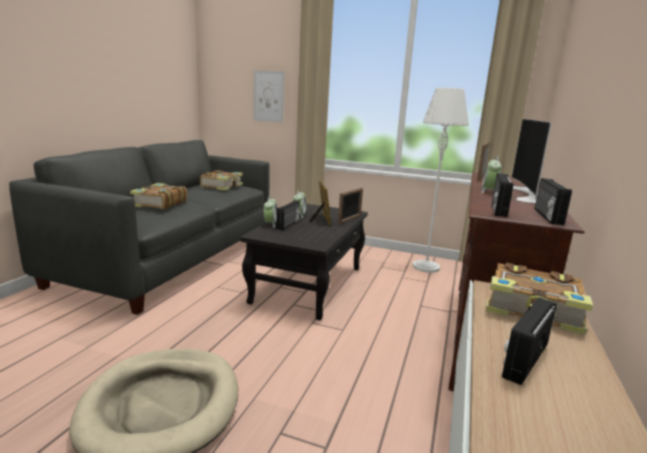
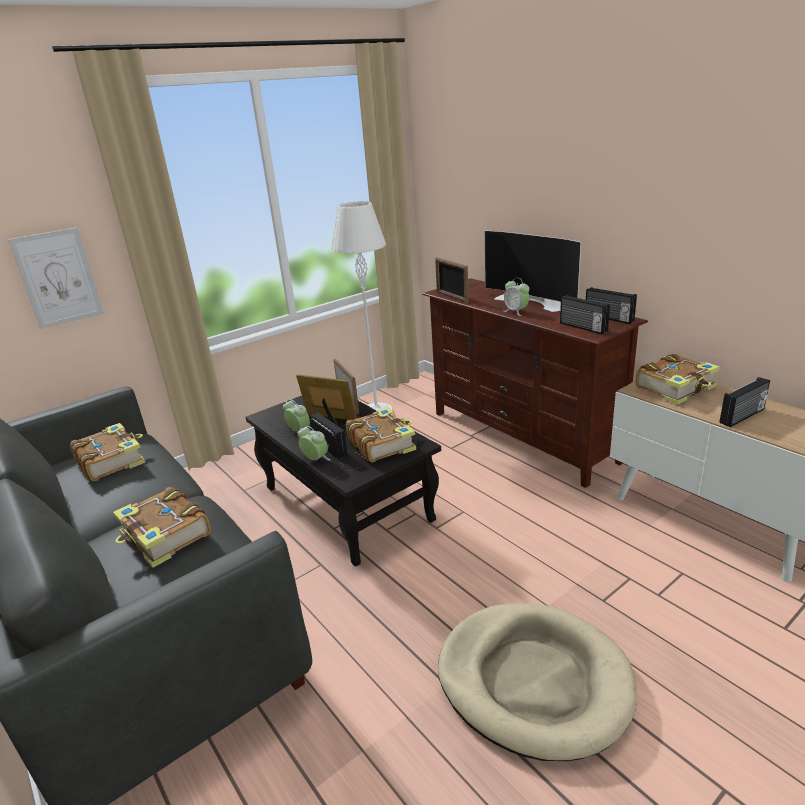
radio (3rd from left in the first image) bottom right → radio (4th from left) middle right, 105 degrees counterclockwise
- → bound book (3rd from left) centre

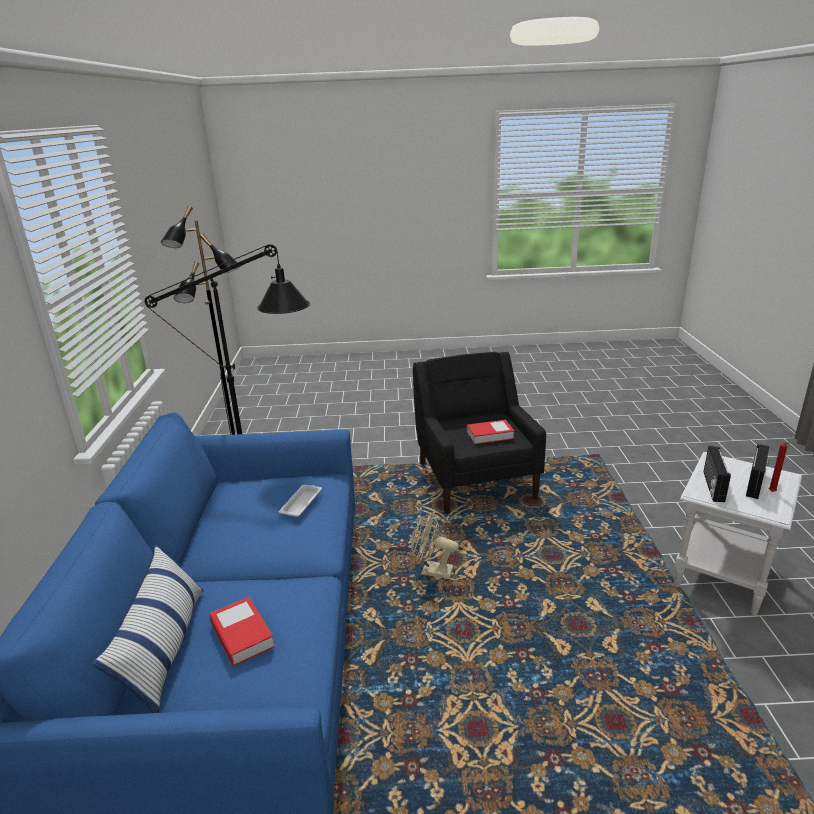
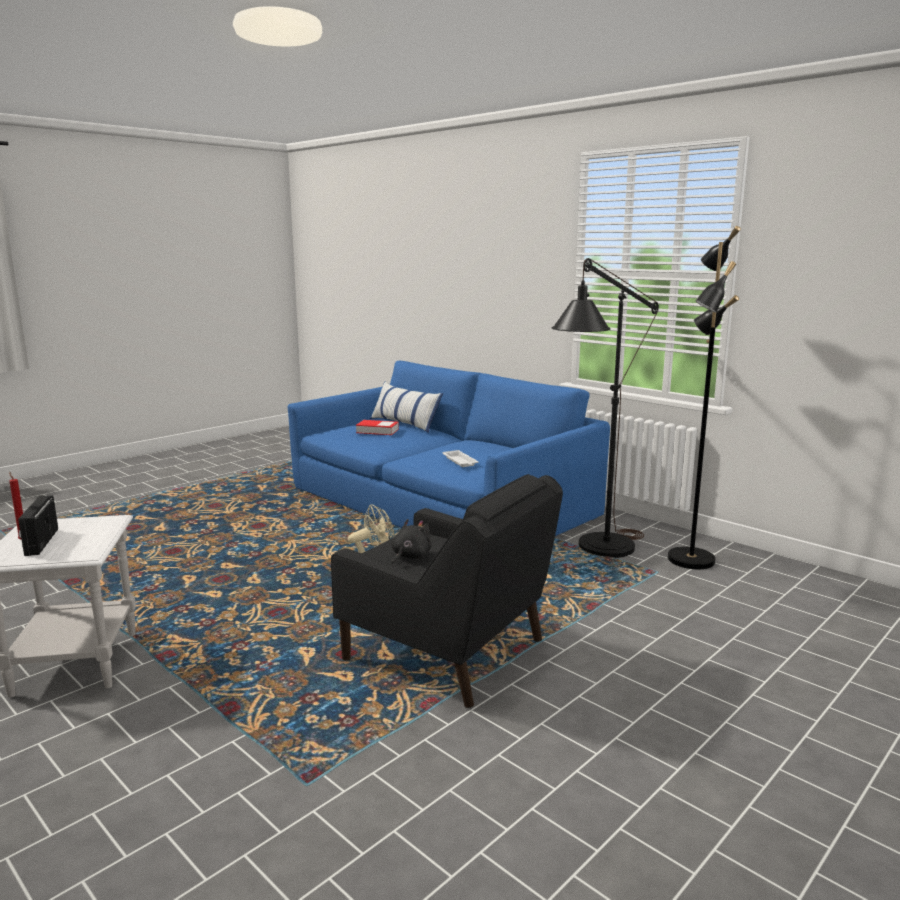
bound book (2nd from left) centre → black-coloured plush toy centre
radio (1st from left) middle right → -

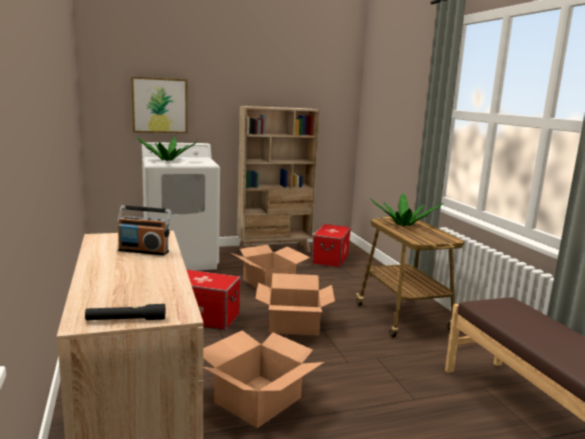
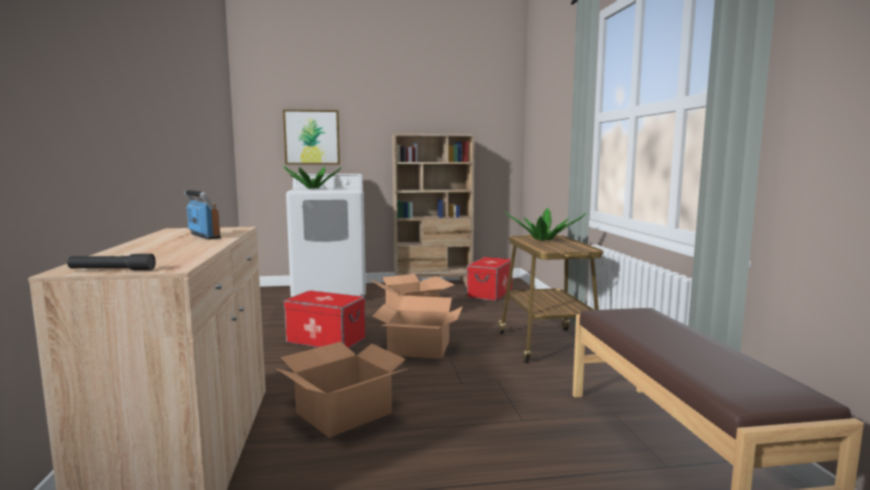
radio middle left, 150 degrees counterclockwise

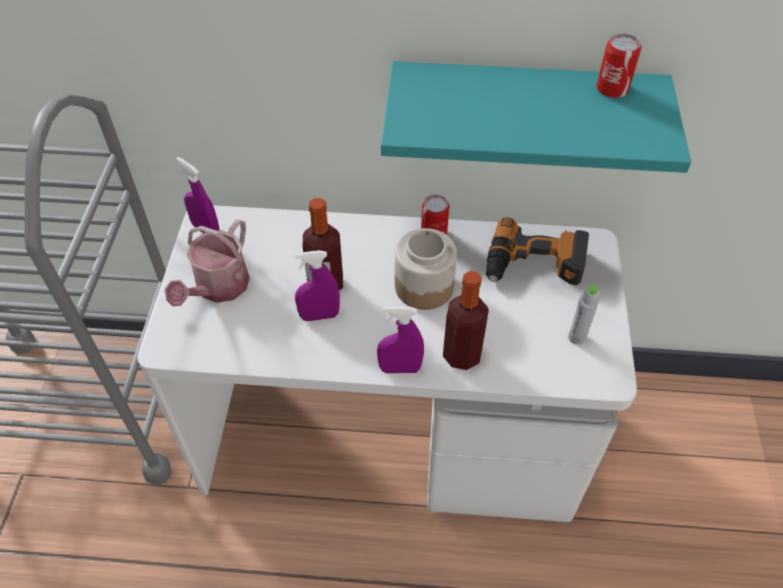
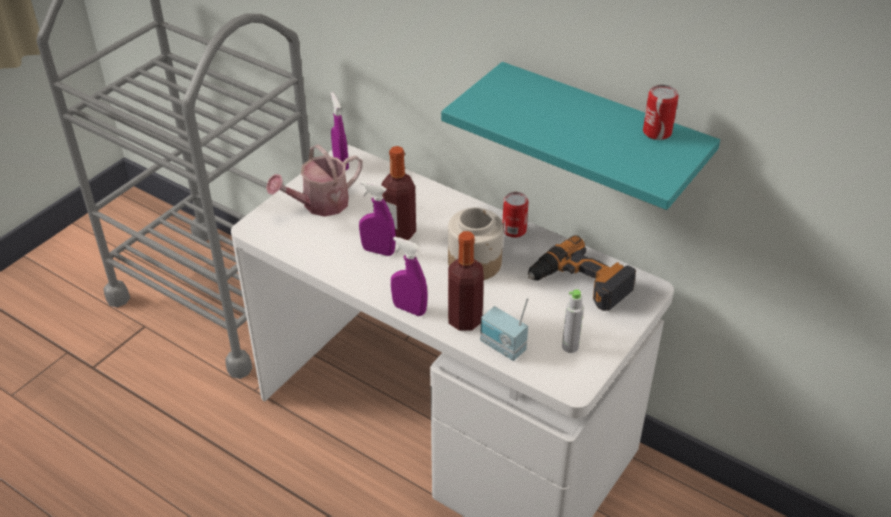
- → radio centre

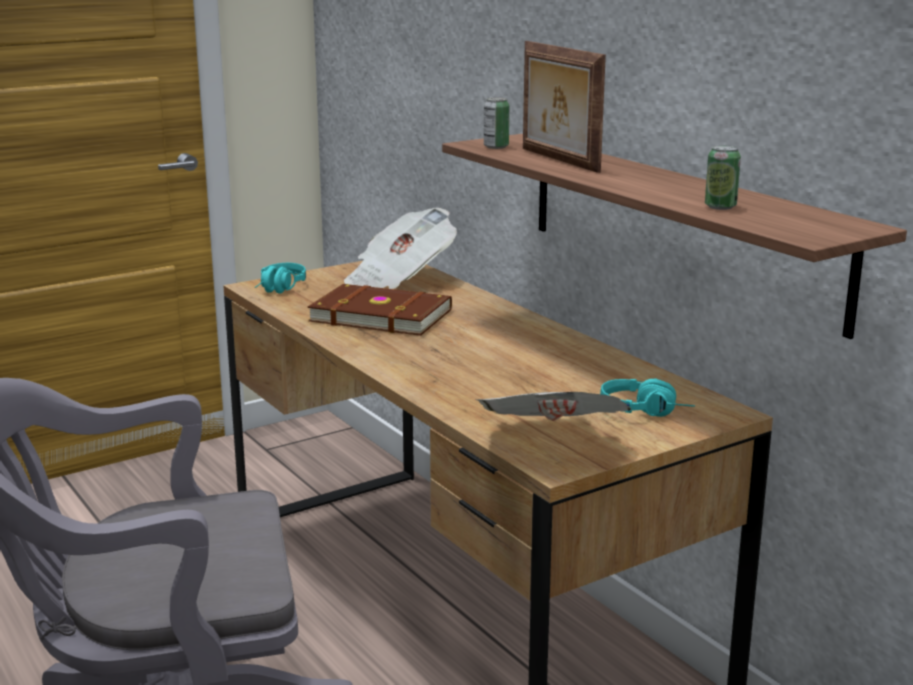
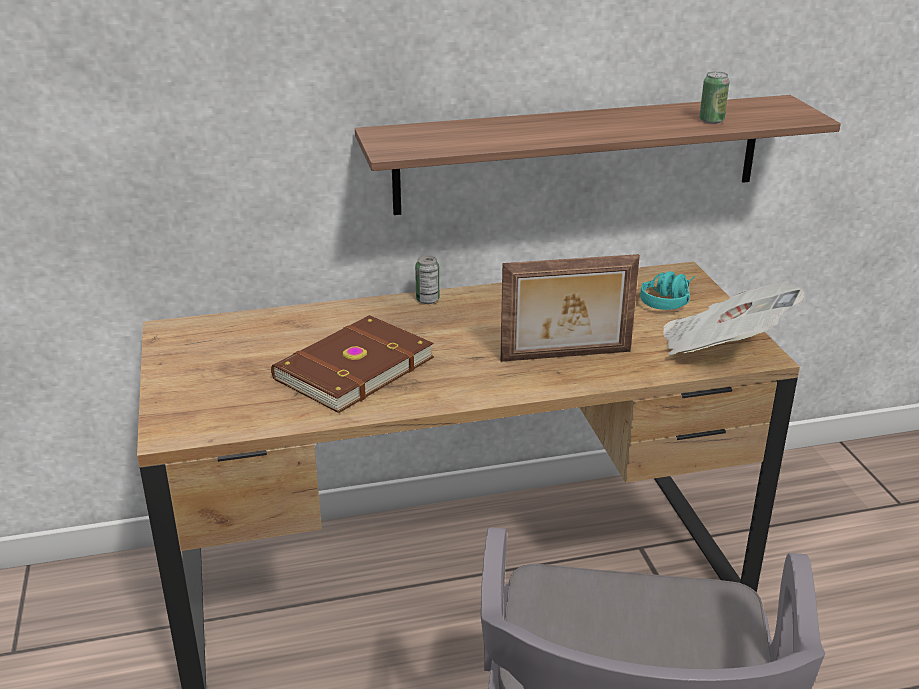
picture frame top centre → picture frame centre, move
metal can (1st from left) top centre → metal can (1st from left) centre, move
daily paper (1st from left) centre → -
turquoise headphones (1st from left) middle left → -

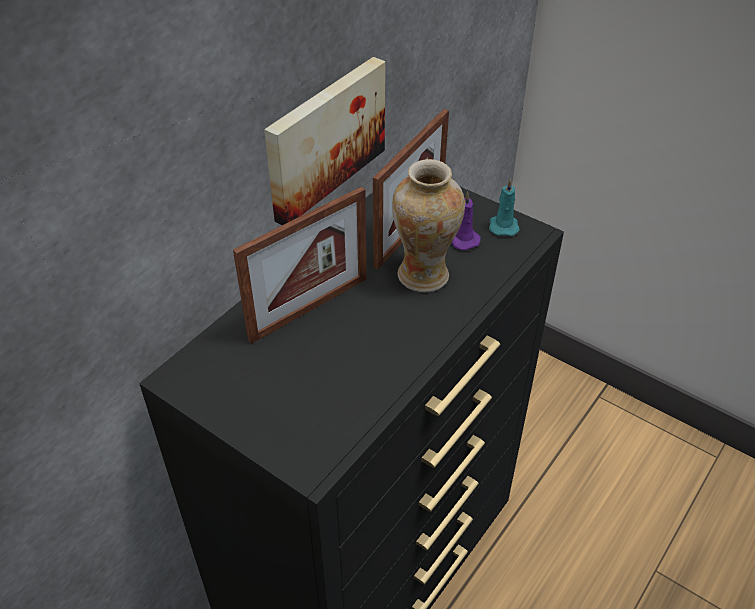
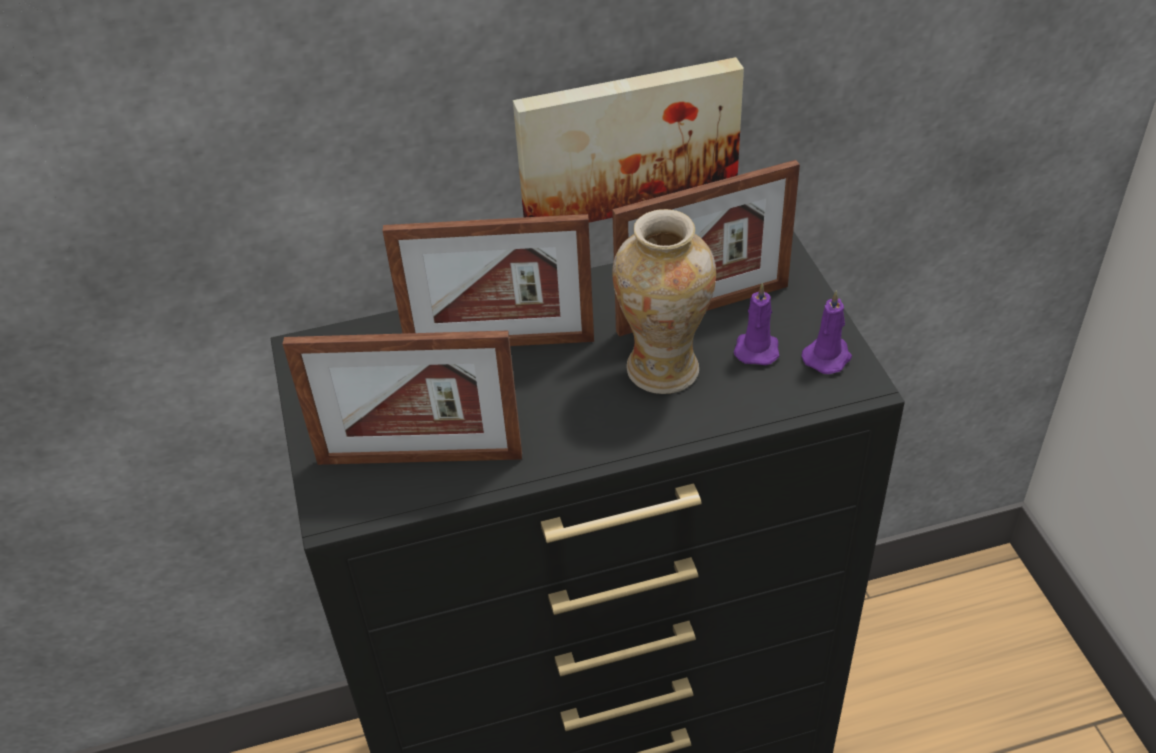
turquoise wax candle middle right → purplish wax candle (2nd from left) middle right
- → picture frame (1st from left) centre

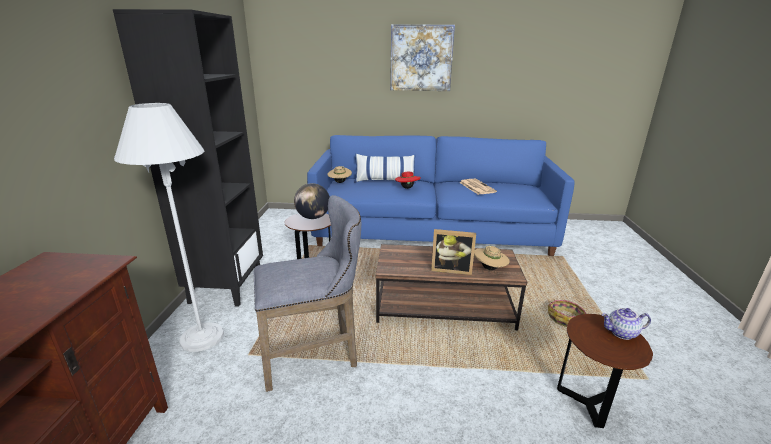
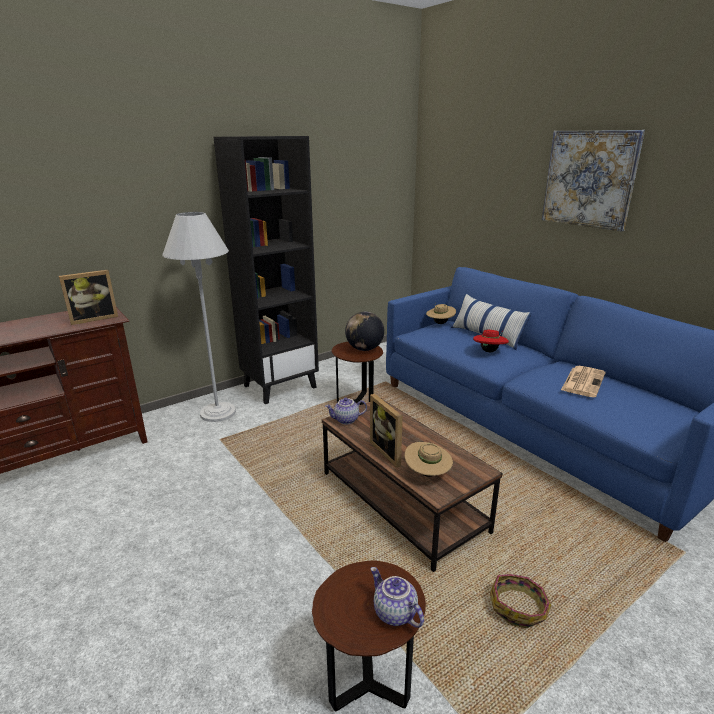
greyish stool centre → -
- → picture frame (1st from left) middle left
- → tea pot (1st from left) centre

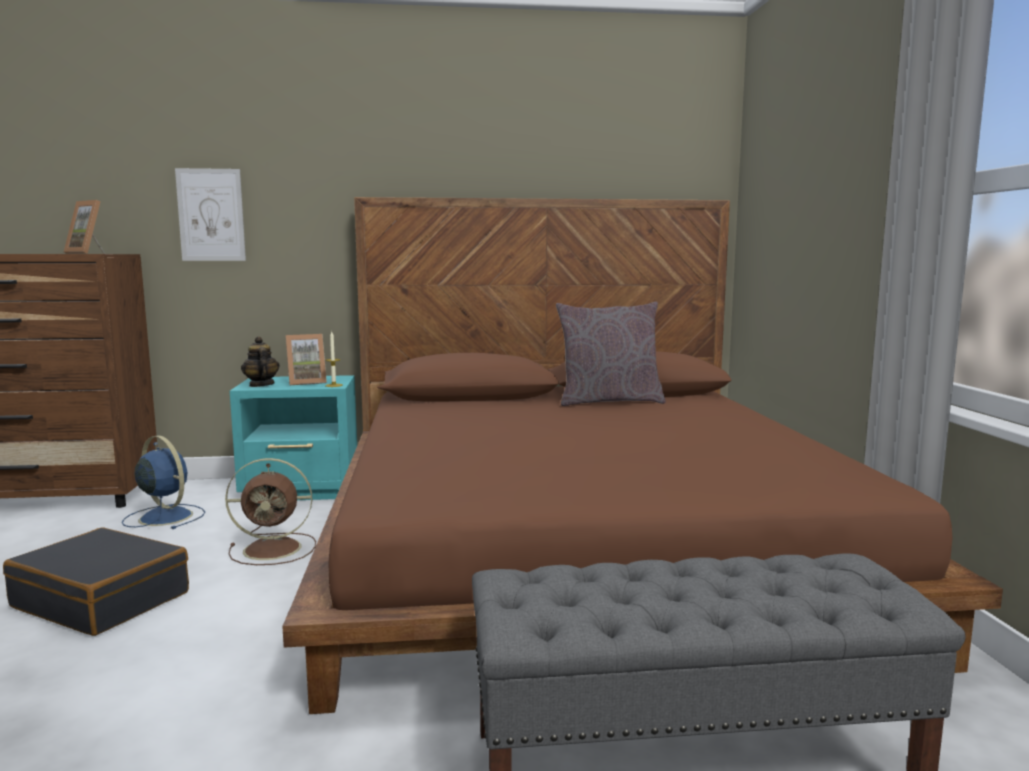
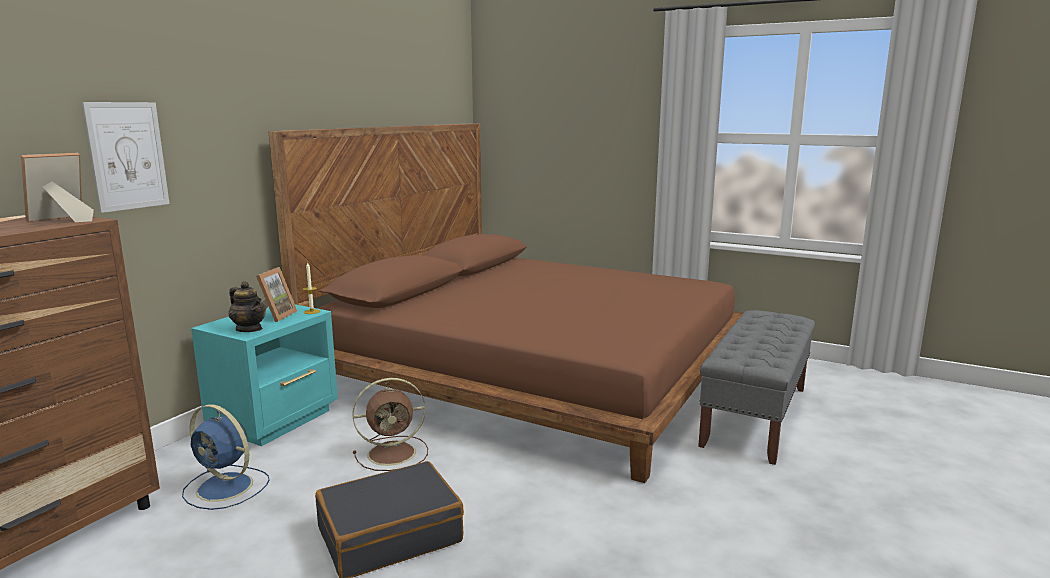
picture frame (1st from left) top left, 150 degrees clockwise
greyish pillow centre → -
tea pot middle left, 150 degrees counterclockwise
bluish cooling fan middle left → bluish cooling fan bottom left, 135 degrees counterclockwise
brown-coloured cooling fan middle left → brown-coloured cooling fan bottom centre, 45 degrees clockwise

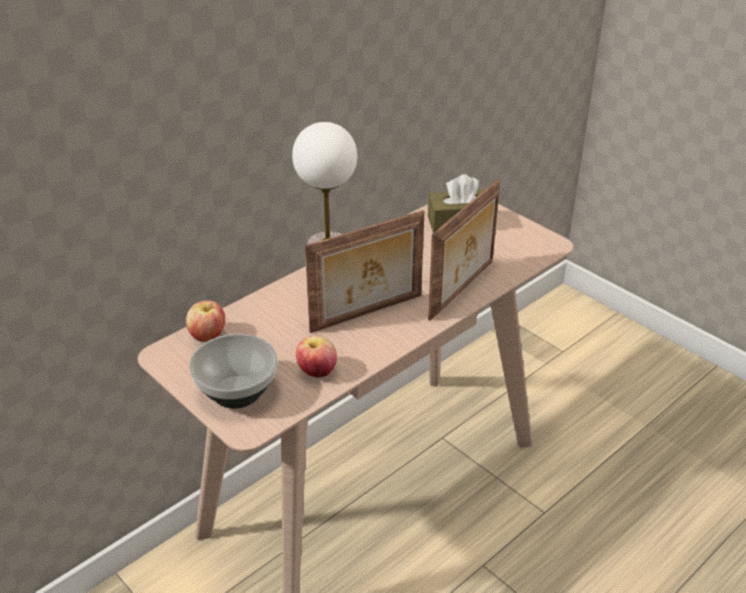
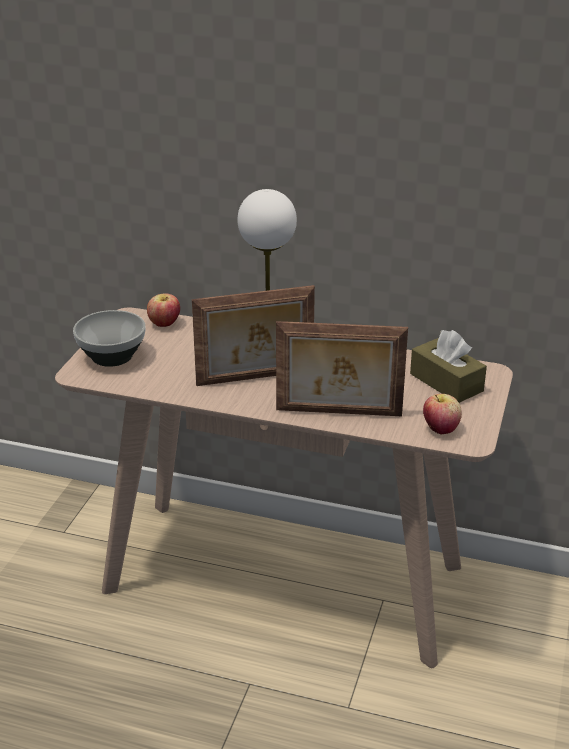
picture frame (1st from left) centre, 45 degrees counterclockwise
apple fruit (2nd from left) centre → apple fruit (2nd from left) middle right, move

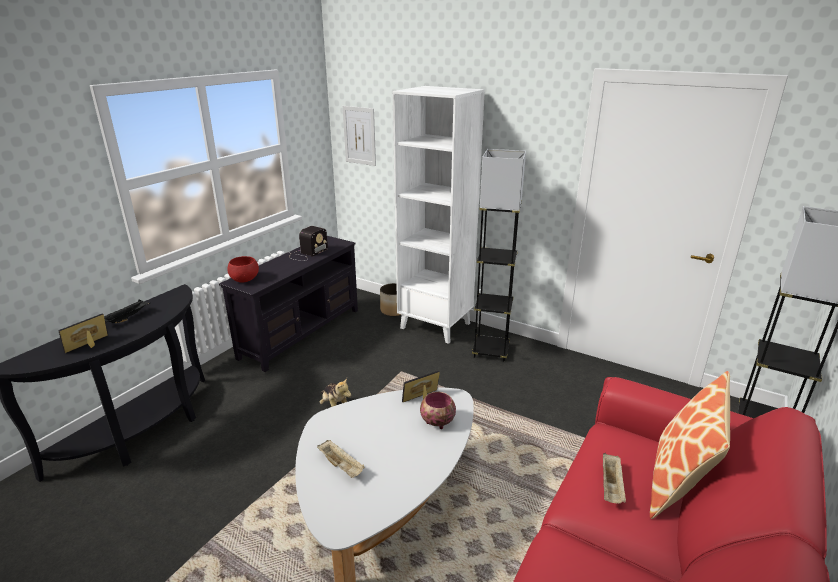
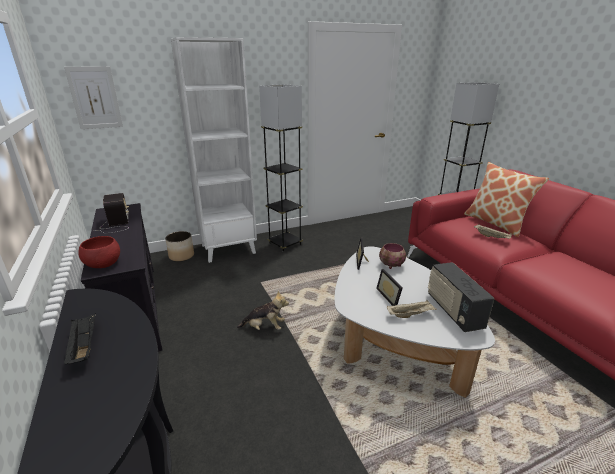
picture frame (1st from left in the first image) middle left → picture frame (2nd from left) centre, move
- → radio (2nd from left) middle right

